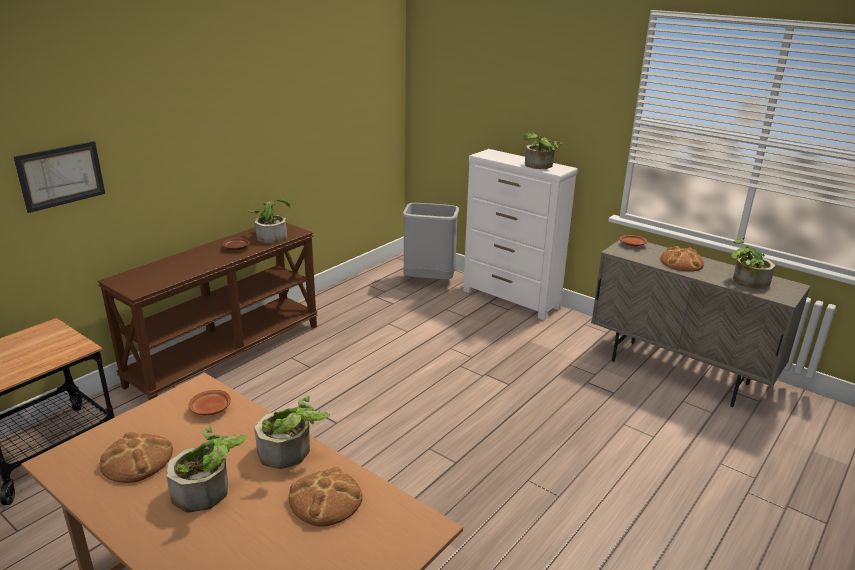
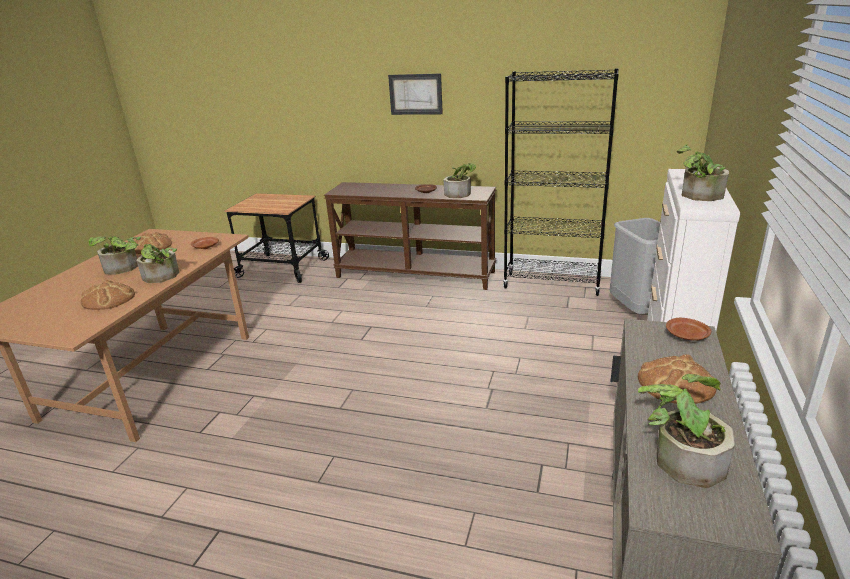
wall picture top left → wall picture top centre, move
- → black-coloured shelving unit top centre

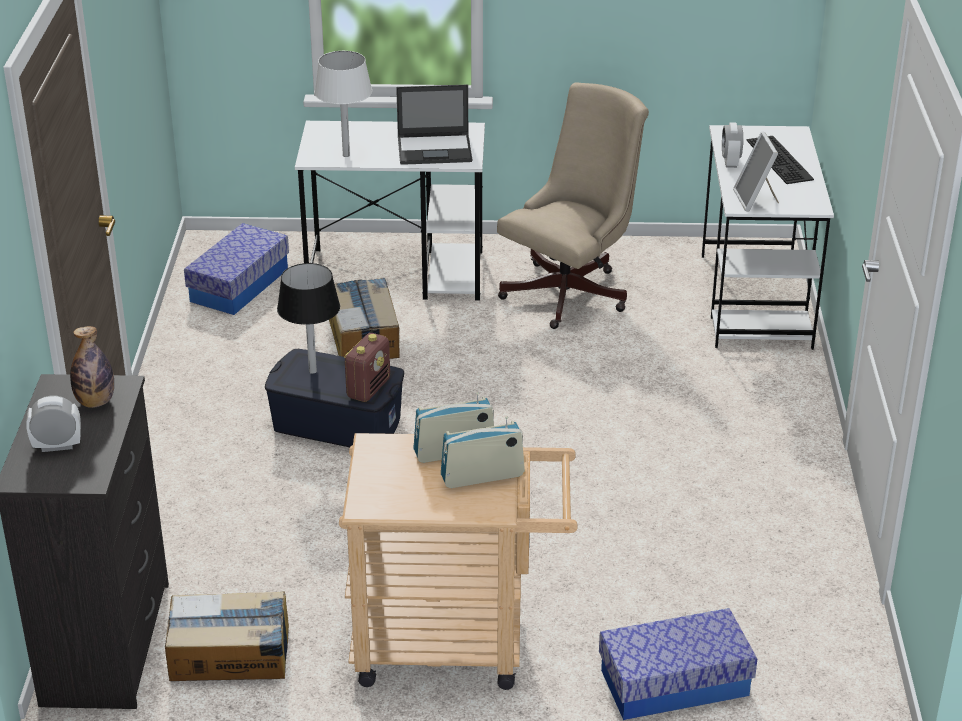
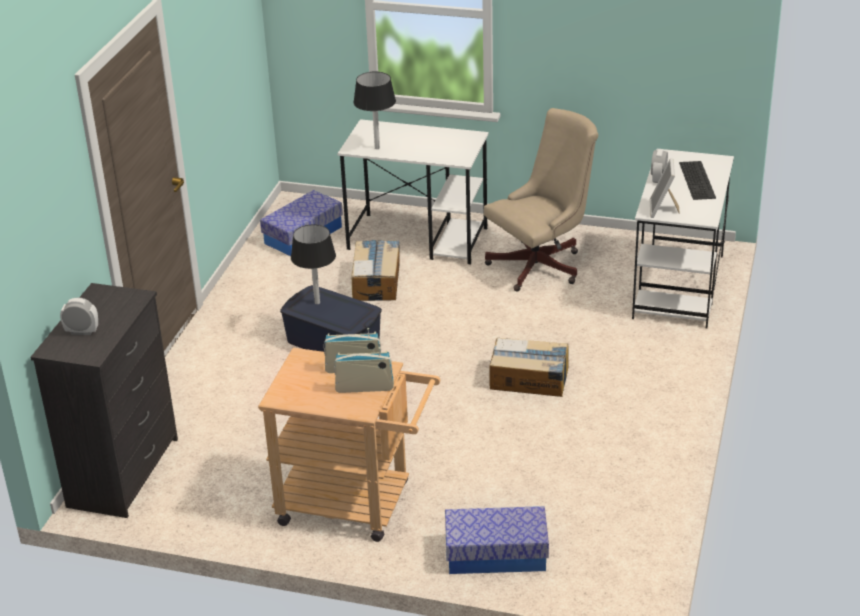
whitish table lamp top centre → black-coloured table lamp (2nd from left) top centre
notebook computer top centre → -
drink bottle middle left → -
radio (1st from left) centre → -
packing box (1st from left in the first image) bottom left → packing box (2nd from left) centre, move

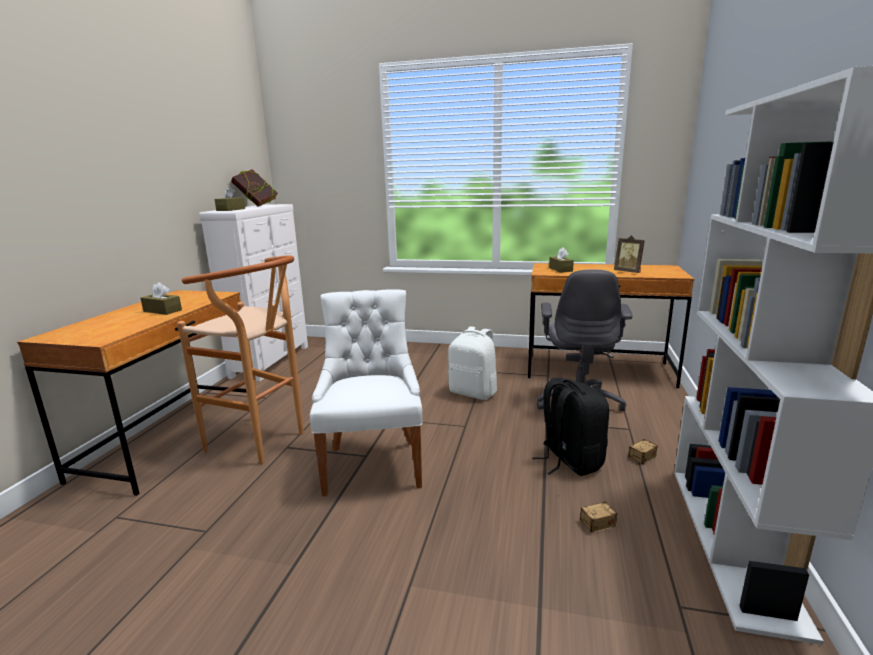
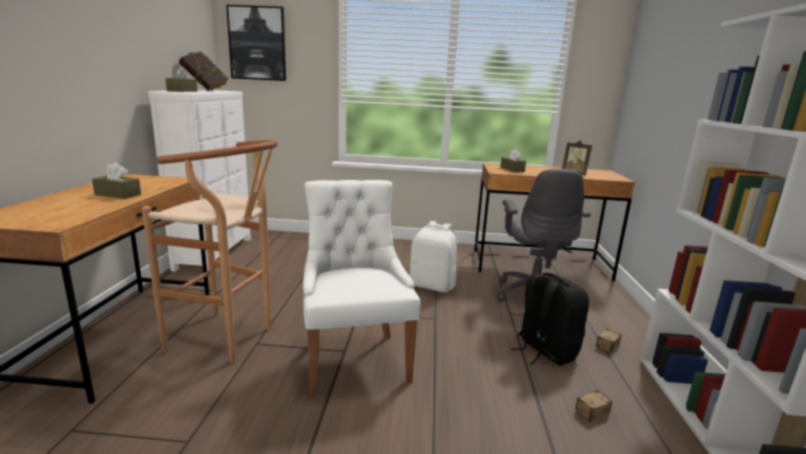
- → wall picture top left

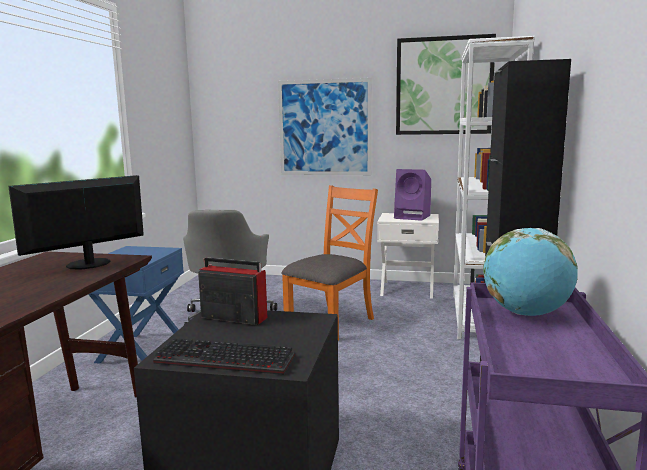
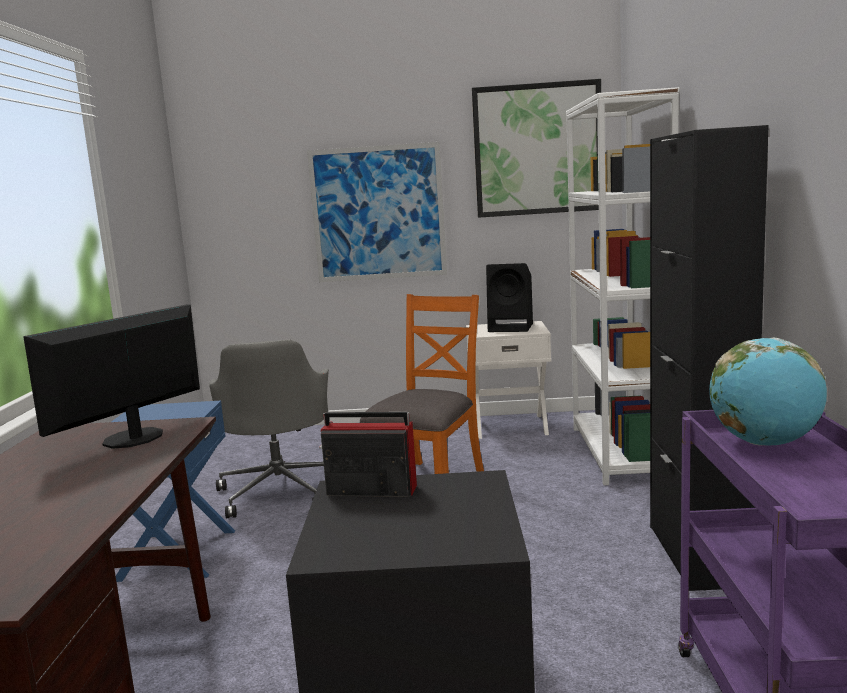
purplish loudspeaker centre → black-coloured loudspeaker centre
PC keyboard bottom centre → -

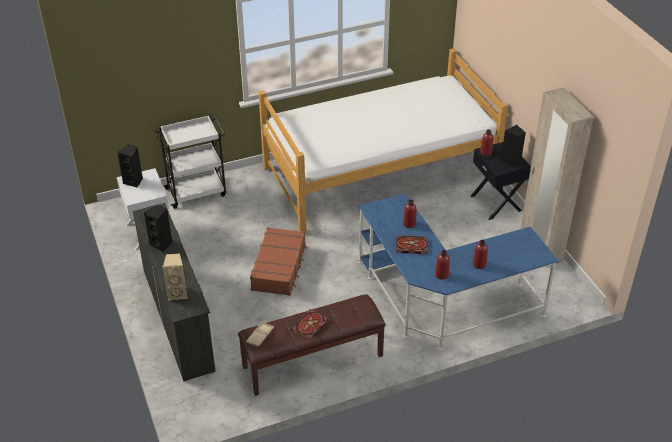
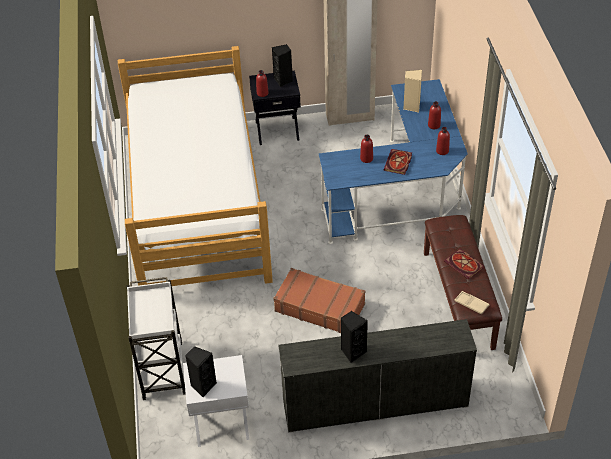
sand-coloured loudspeaker middle left → sand-coloured loudspeaker top right, move

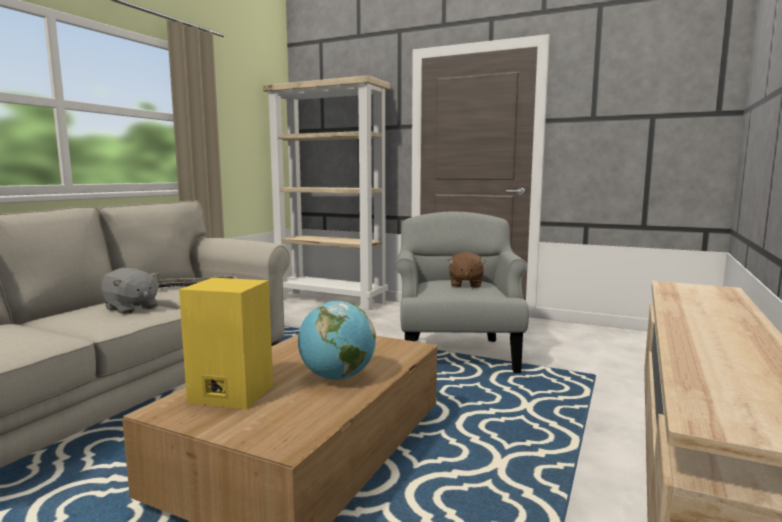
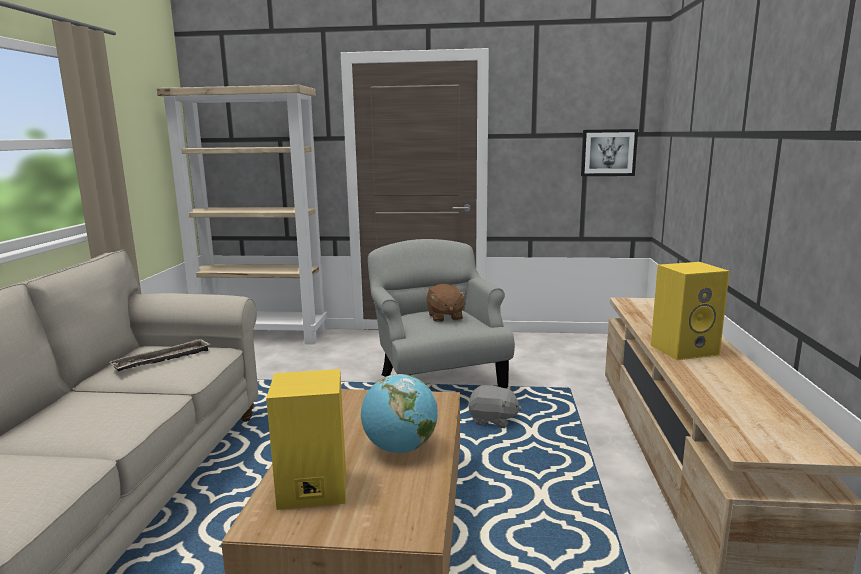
greyish plush toy middle left → greyish plush toy bottom centre, move
- → wall picture top right
- → yellow-coloured loudspeaker (2nd from left) middle right

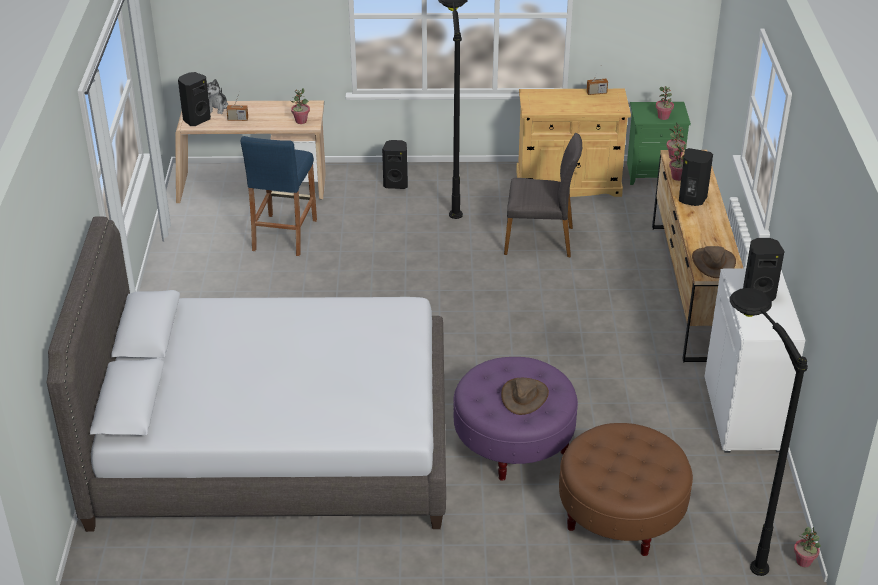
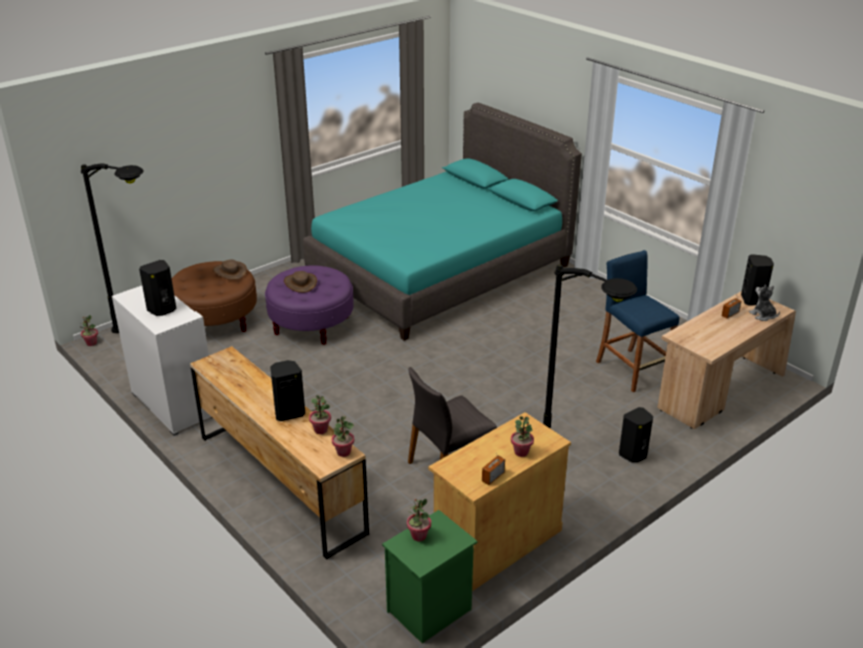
plant in a pot (1st from left in the first image) top centre → plant in a pot (5th from left) bottom centre, move
greyish bed middle left → turquoise bed centre
brown-coloured hat (2nd from left in the first image) middle right → brown-coloured hat (1st from left) middle left, move

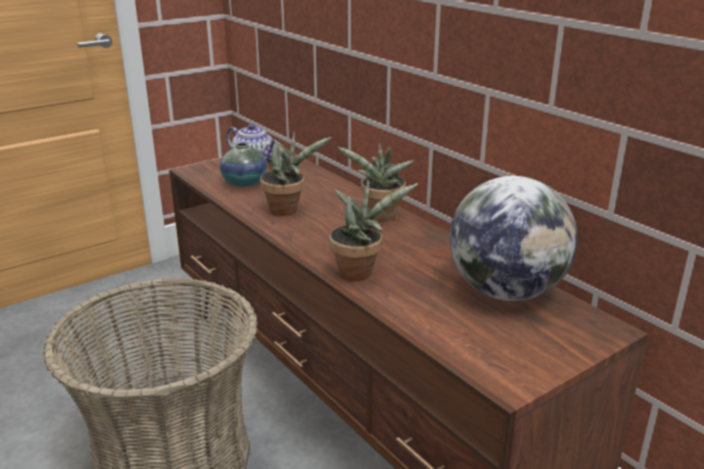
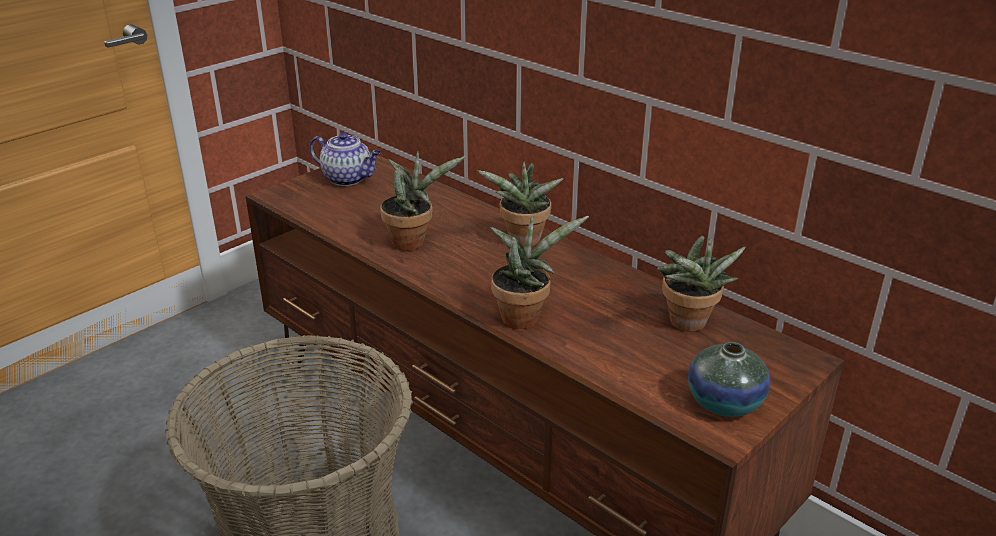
vase centre → vase bottom right, move
globe middle right → plant in a pot (4th from left) middle right

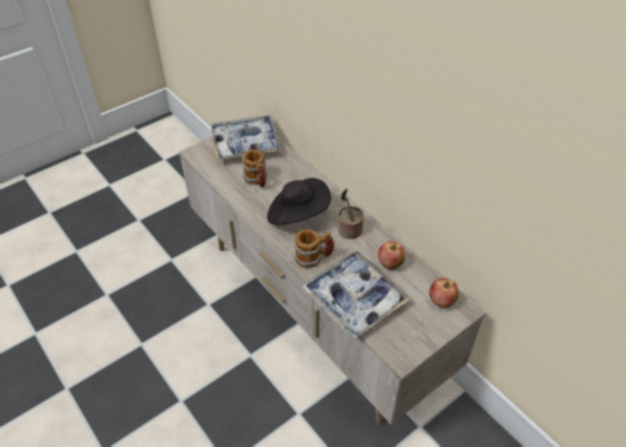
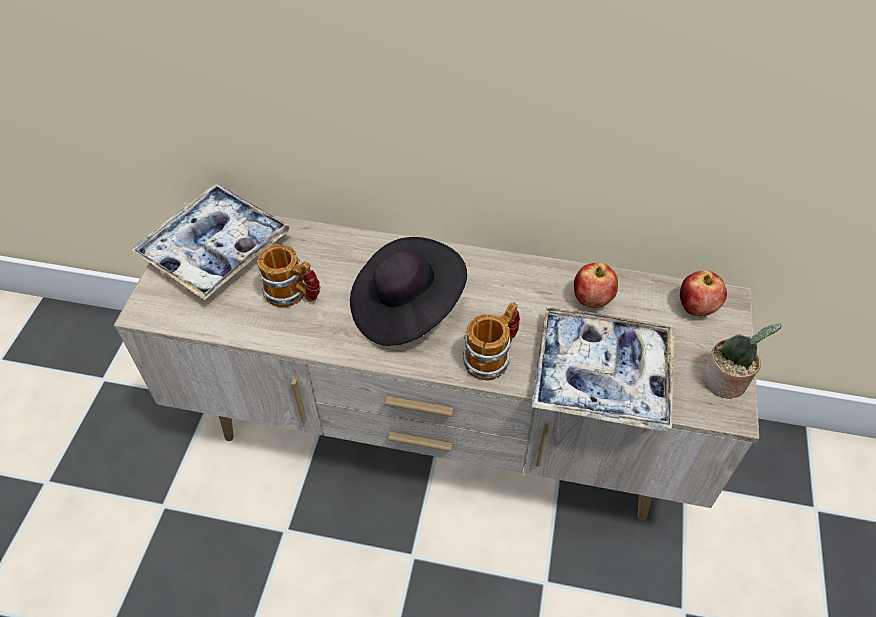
plant in a pot centre → plant in a pot middle right, move

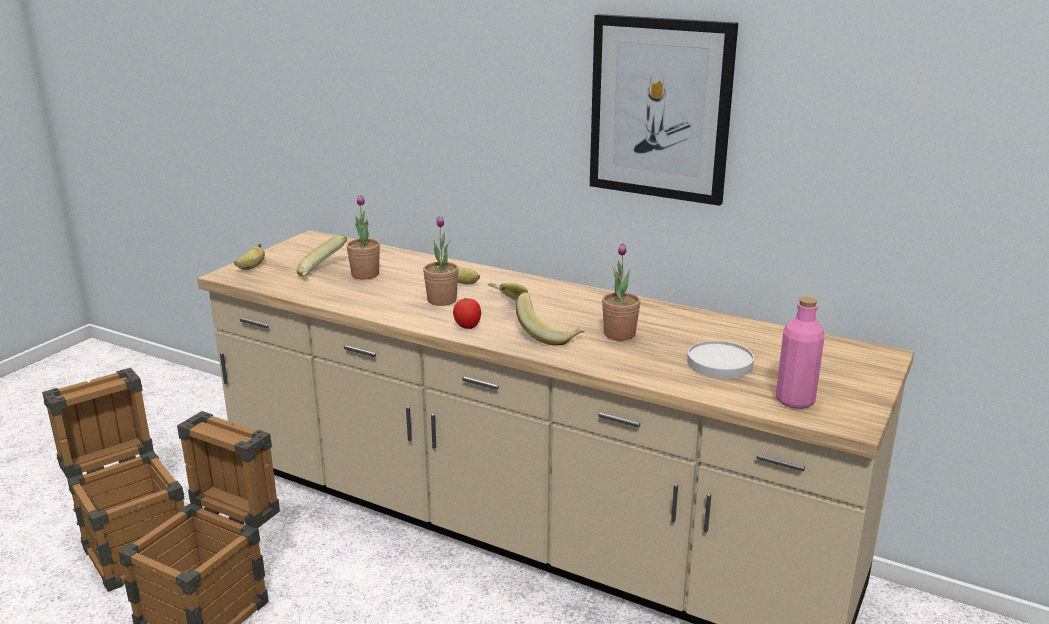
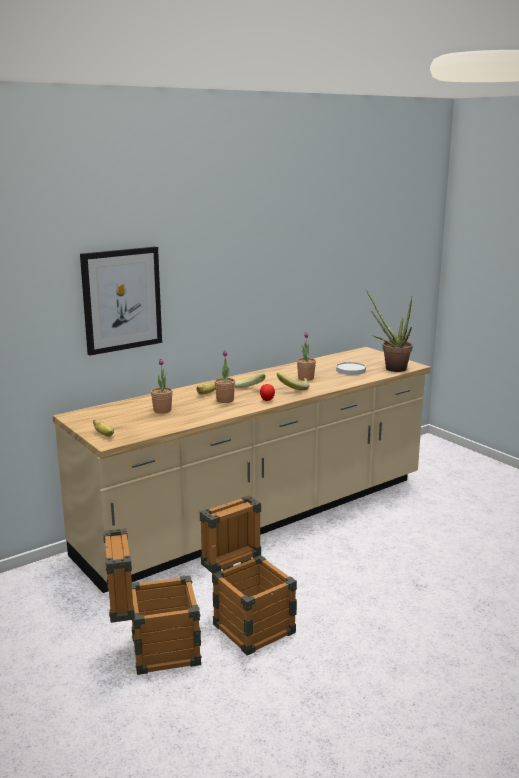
wall picture top centre → wall picture middle left, move
whole banana (2nd from left) middle left → -
pink-coloured drink bottle middle right → plant in a pot (4th from left) middle right

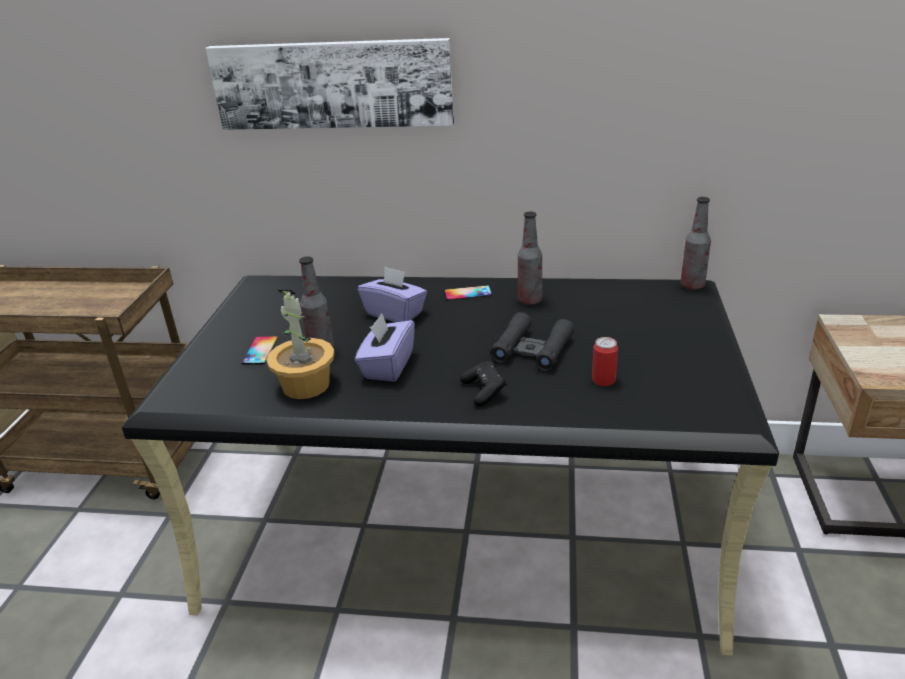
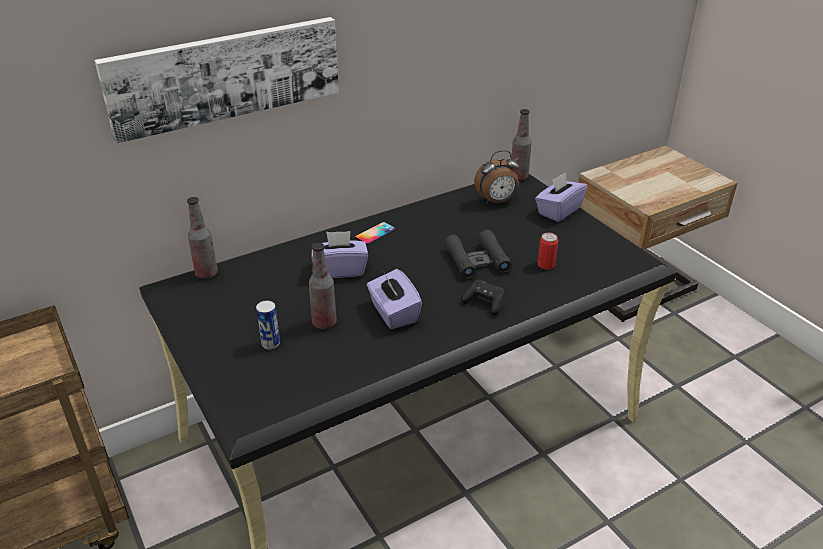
drink bottle (2nd from left in the first image) centre → drink bottle (1st from left) middle left, move
plant in a pot middle left → -
handset (1st from left) middle left → metal can (1st from left) middle left
- → alarm clock top centre
- → purplish tissue box (3rd from left) middle right

